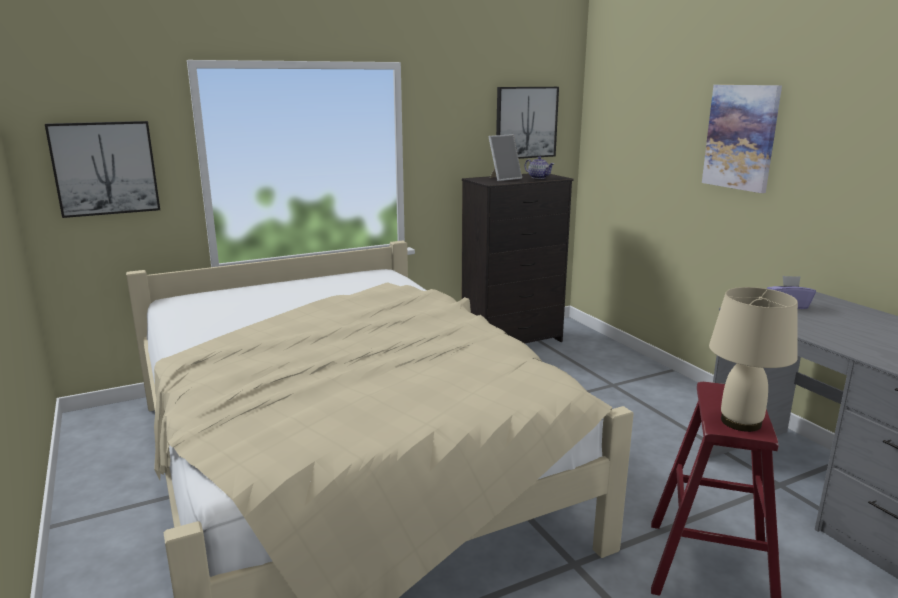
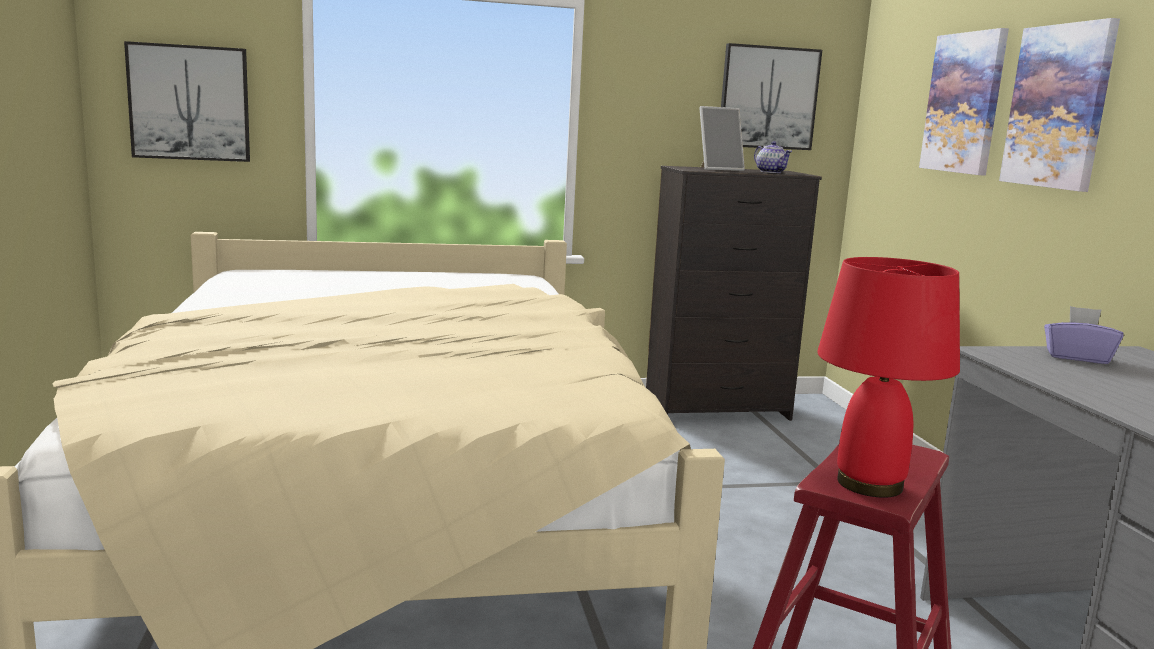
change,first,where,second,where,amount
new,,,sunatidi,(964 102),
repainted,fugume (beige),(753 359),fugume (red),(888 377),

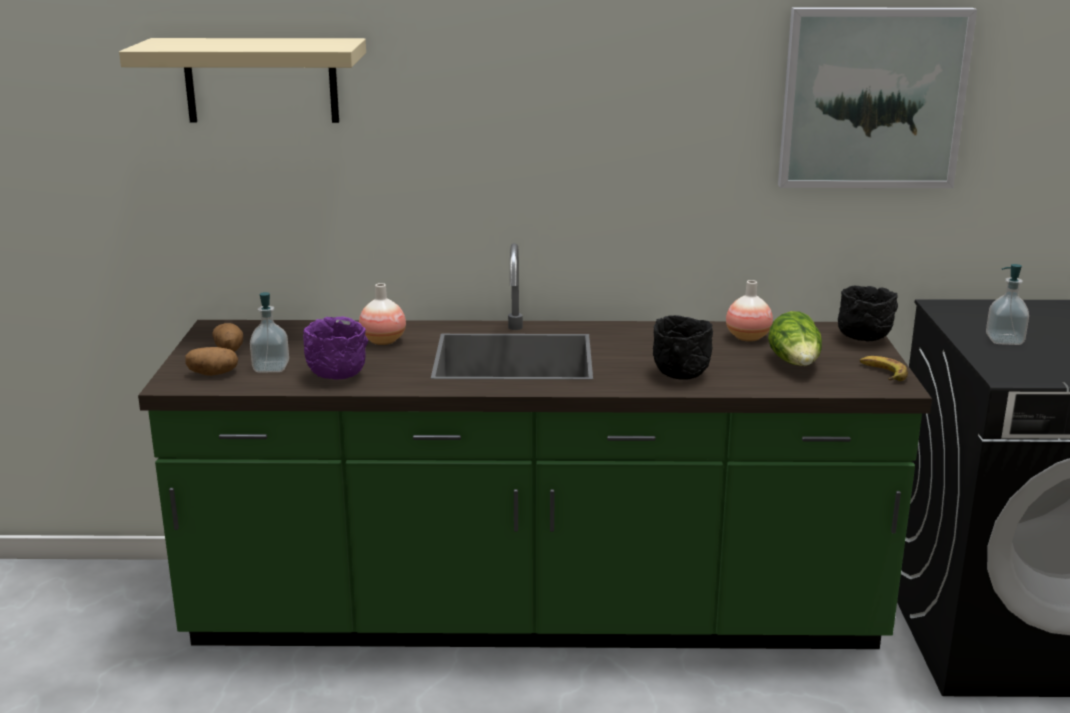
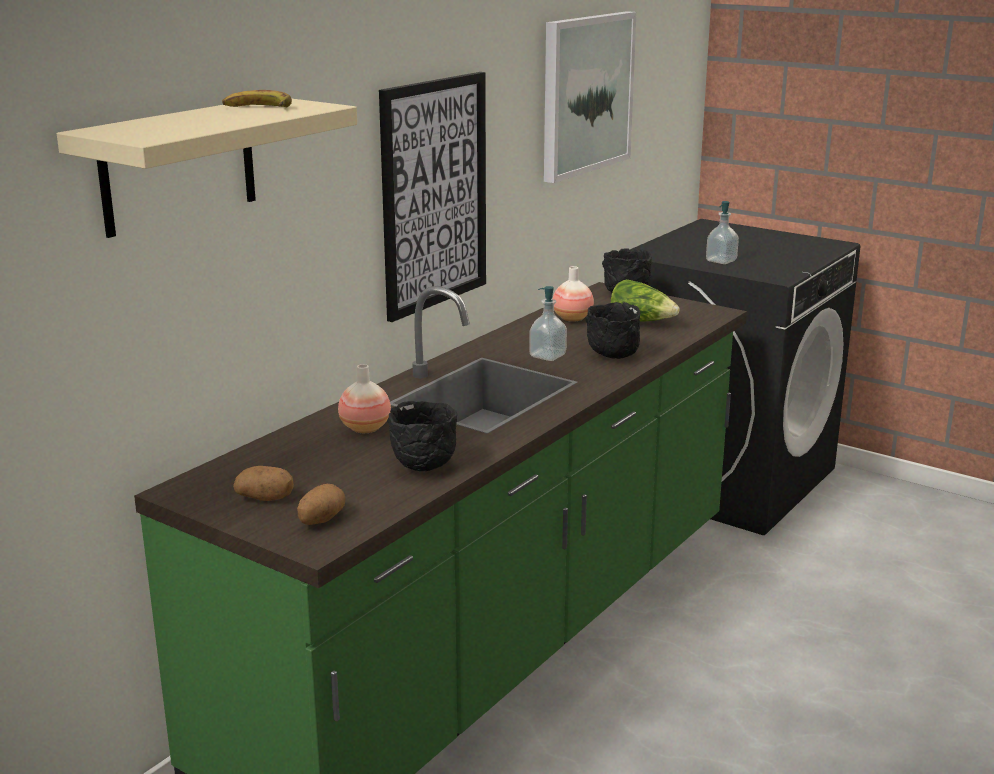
change,first,where,second,where,amount
new,,,sunatidi,(432 197),
shifted,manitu,(269 332),,(548 323),
shifted,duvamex,(884 368),,(257 98),
repainted,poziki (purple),(335 347),poziki (black),(422 436),

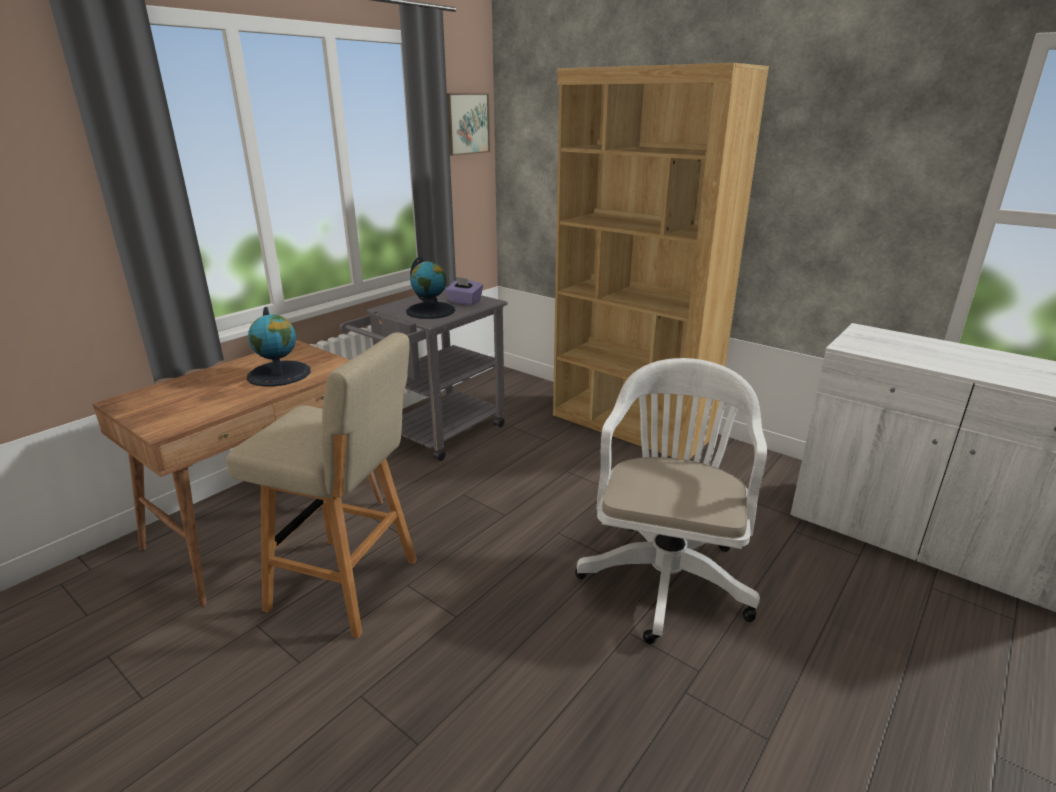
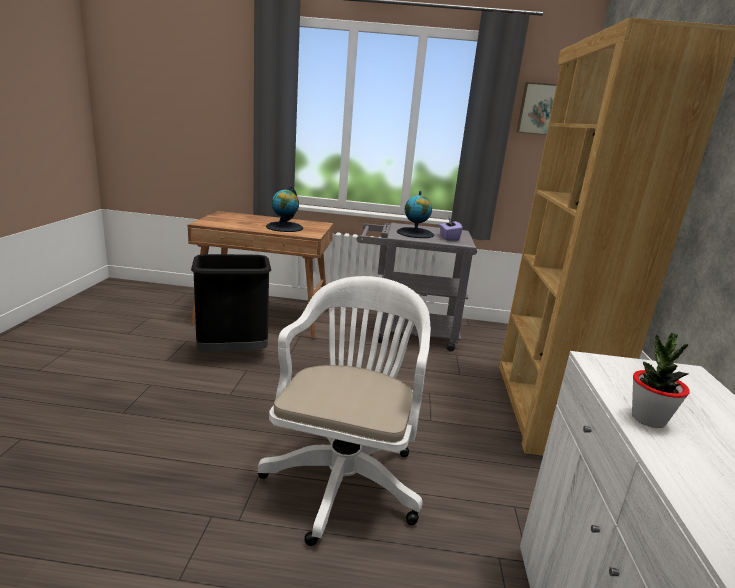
change,first,where,second,where,amount
new,,,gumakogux,(661 380),
swapped,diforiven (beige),(321 485),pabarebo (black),(231 303),
rotated,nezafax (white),(671 501),,(344 411),60 degrees counterclockwise

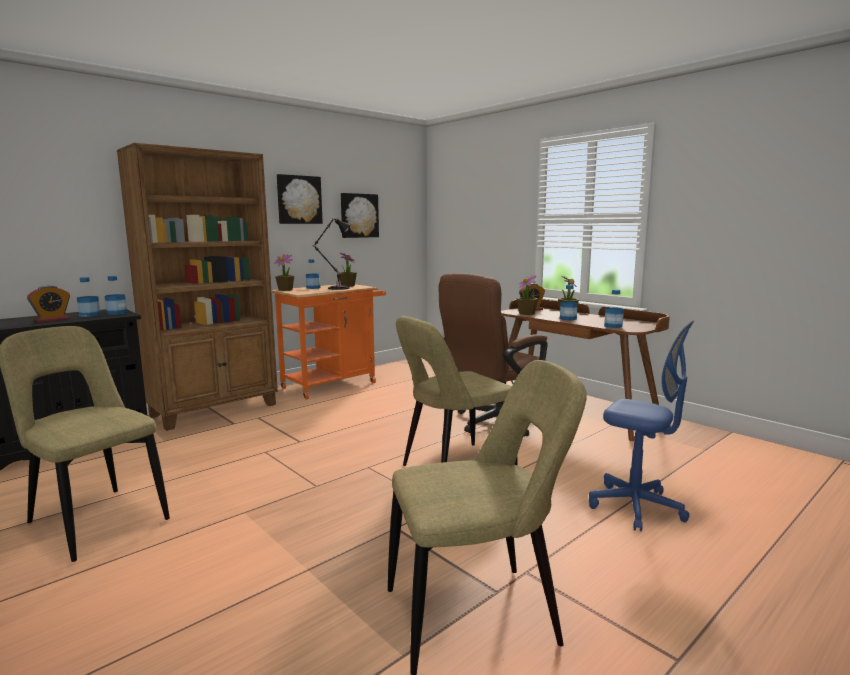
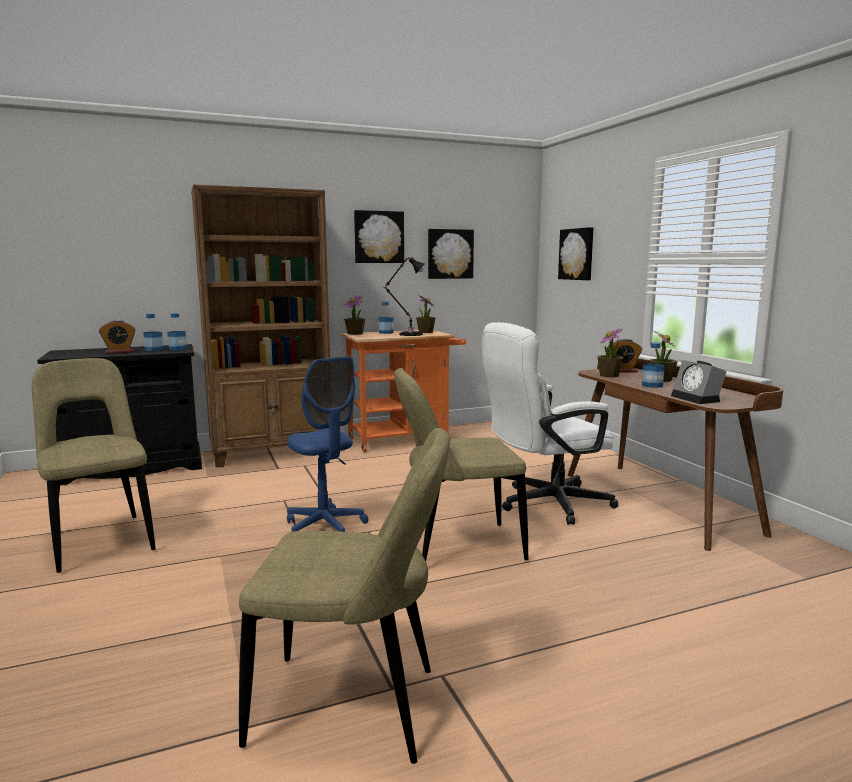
change,first,where,second,where,amount
new,,,sunatidi,(575 253),
shifted,nezafax (blue),(641 426),,(327 444),
swapped,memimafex,(614 308),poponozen,(699 382),
repainted,nezafax (brown),(493 355),nezafax (white),(550 423),

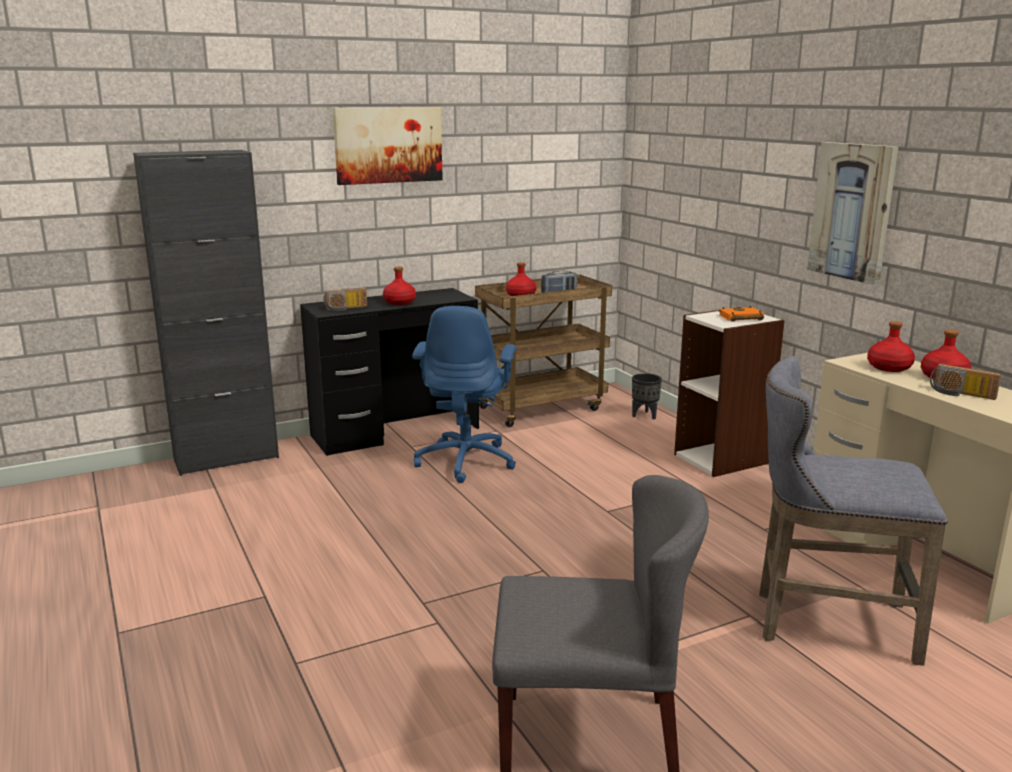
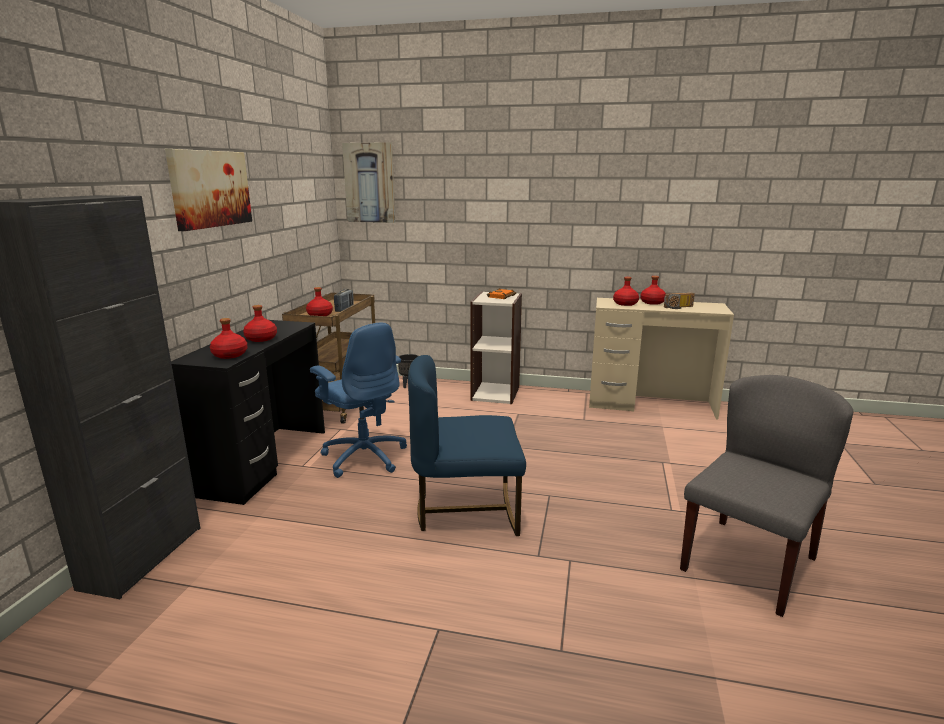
change,first,where,second,where,amount
gone,diforiven (grey),(853 511),,,
new,,,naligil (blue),(467 445),
shifted,sunatidi,(853 213),,(368 182),
swapped,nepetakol,(345 299),memimafex (red),(229 338),

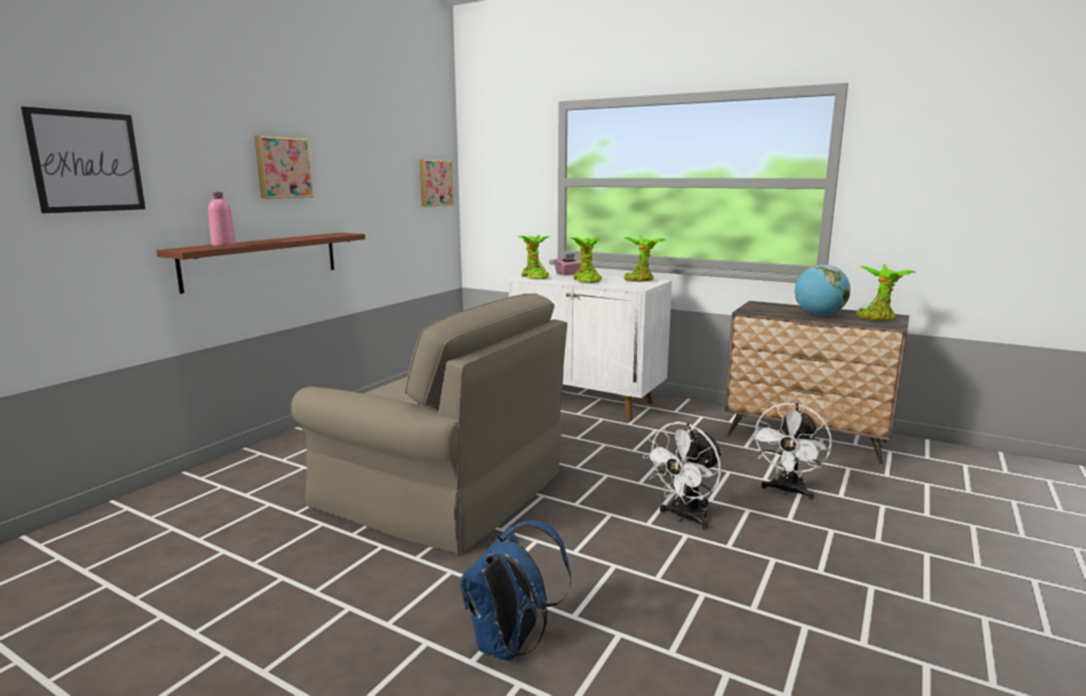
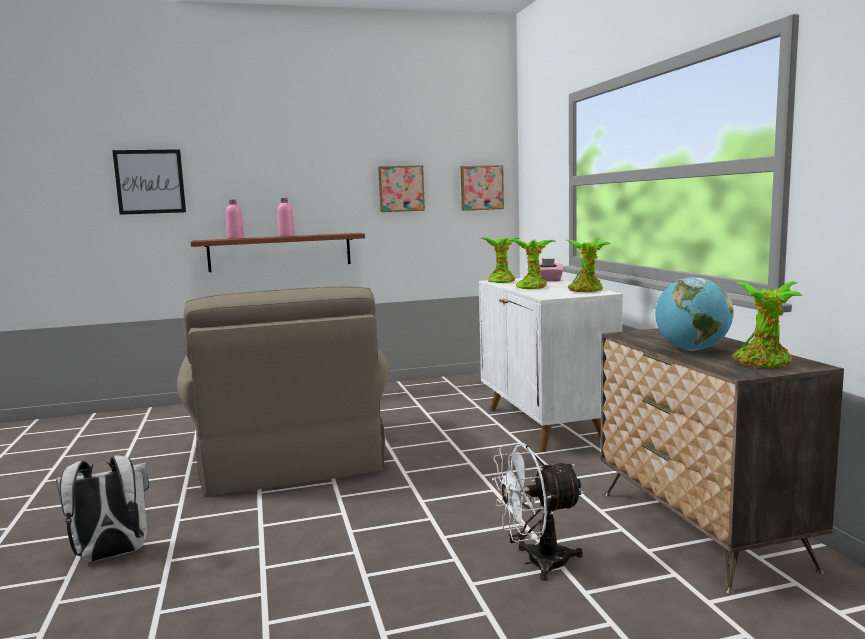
change,first,where,second,where,amount
gone,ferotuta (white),(682 476),,,
new,,,memimafex (pink),(286 217),
shifted,sunatidi,(284 167),,(401 188),
repainted,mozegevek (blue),(515 590),mozegevek (white),(102 508),

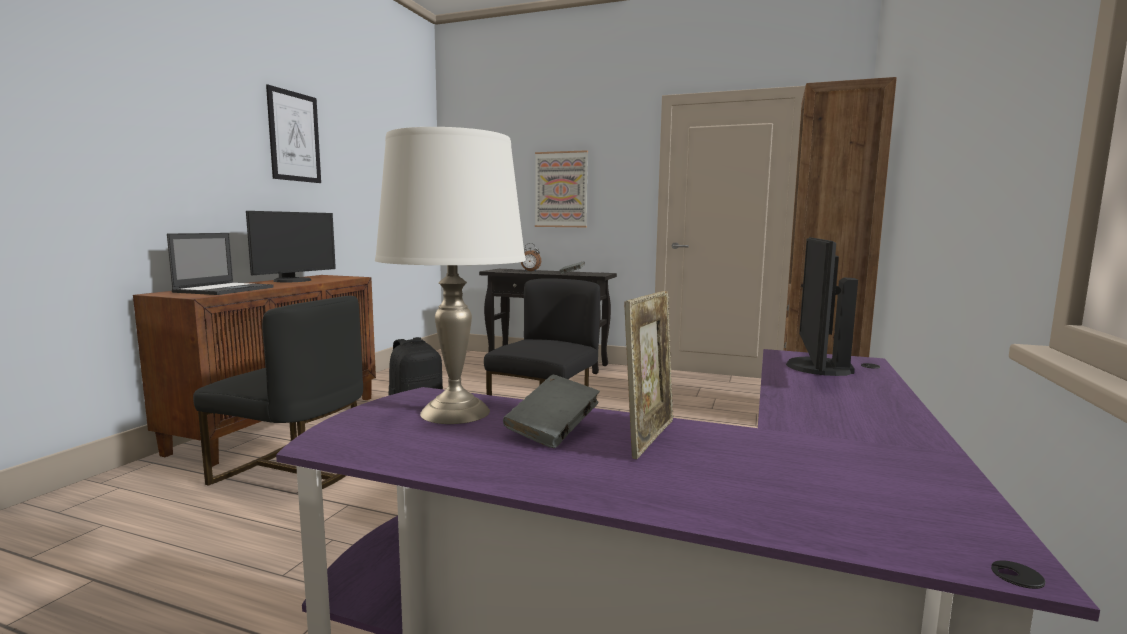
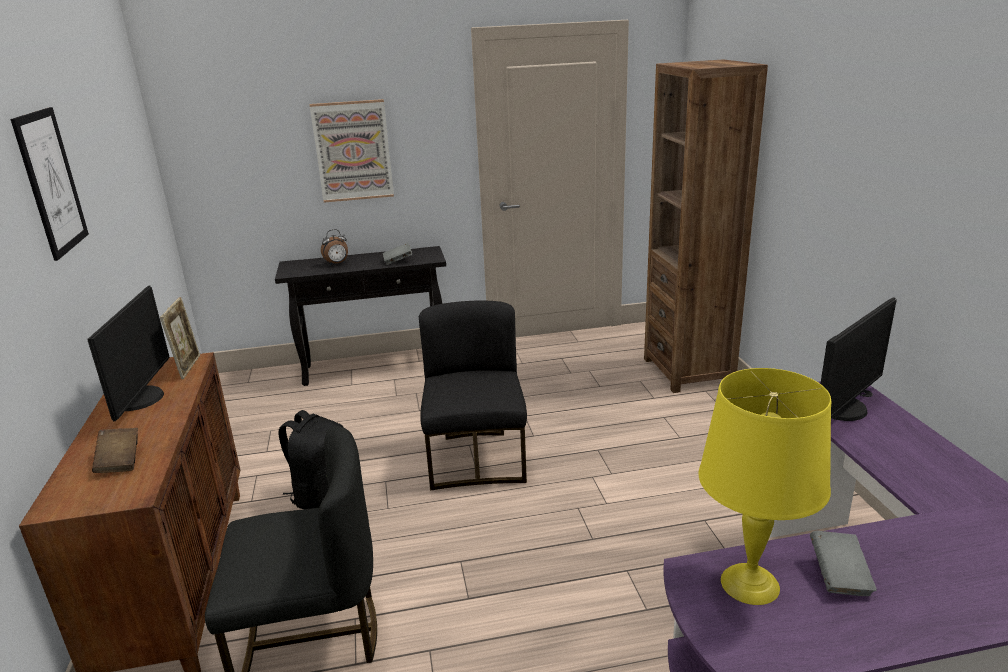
change,first,where,second,where,amount
shifted,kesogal,(649 375),,(180 338),
swapped,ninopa,(220 264),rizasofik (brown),(115 450),
repainted,fugume (white),(450 275),fugume (yellow),(764 486),
rotated,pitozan,(822 306),,(858 359),120 degrees counterclockwise

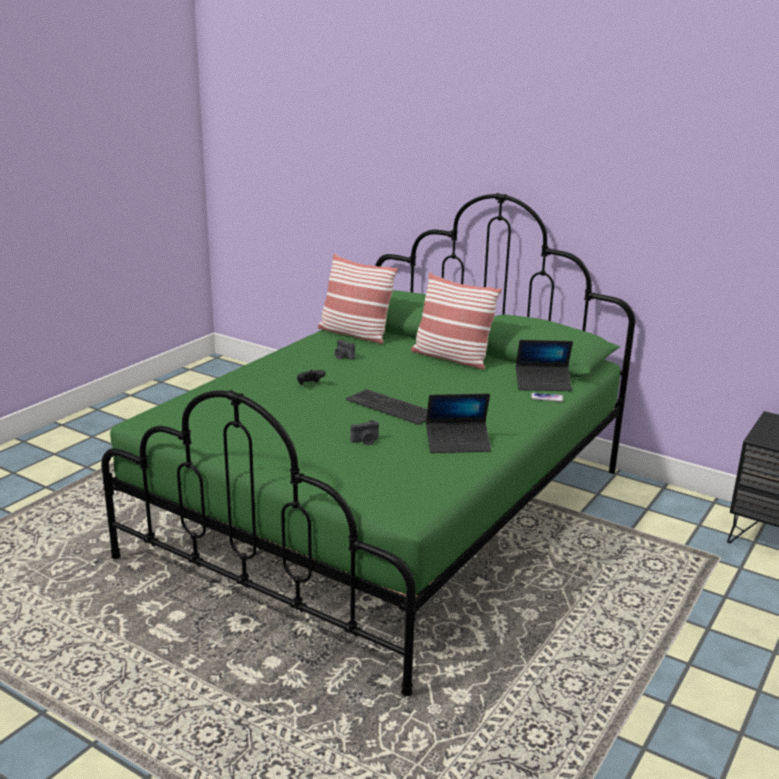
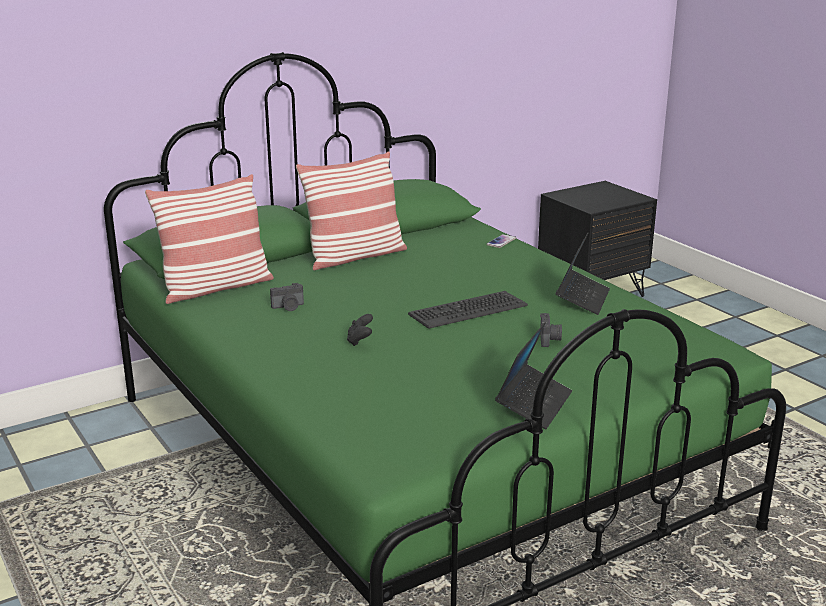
change,first,where,second,where,amount
shifted,ninopa,(544 365),,(533 375),

